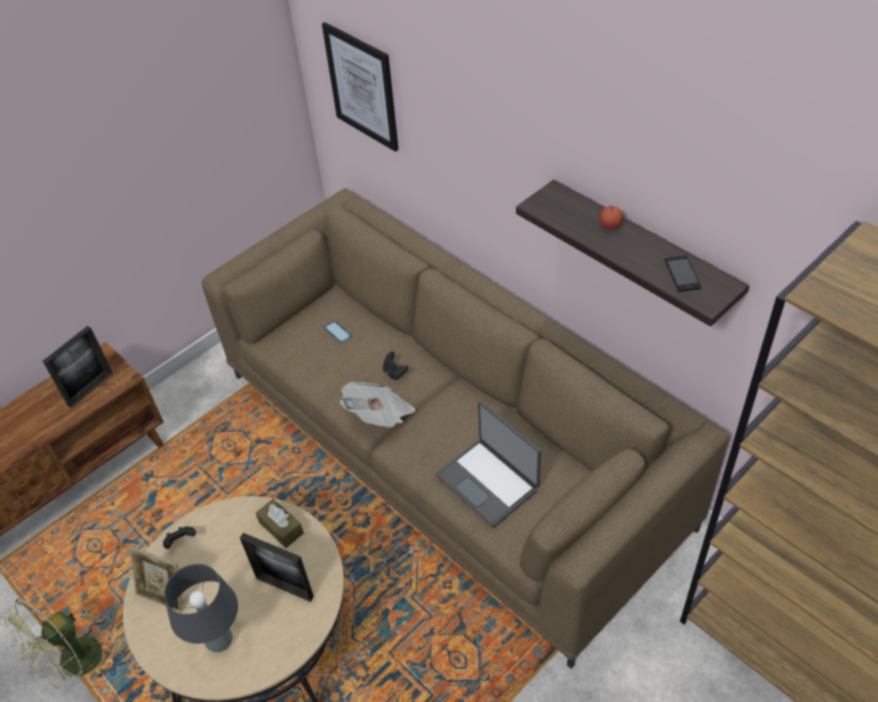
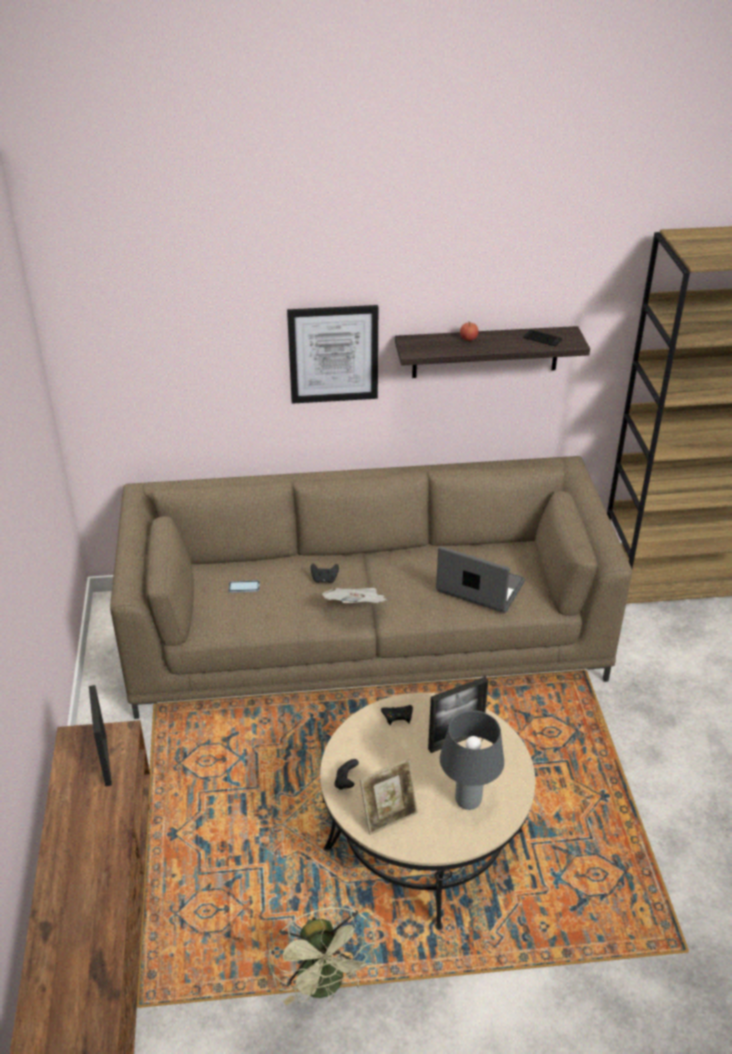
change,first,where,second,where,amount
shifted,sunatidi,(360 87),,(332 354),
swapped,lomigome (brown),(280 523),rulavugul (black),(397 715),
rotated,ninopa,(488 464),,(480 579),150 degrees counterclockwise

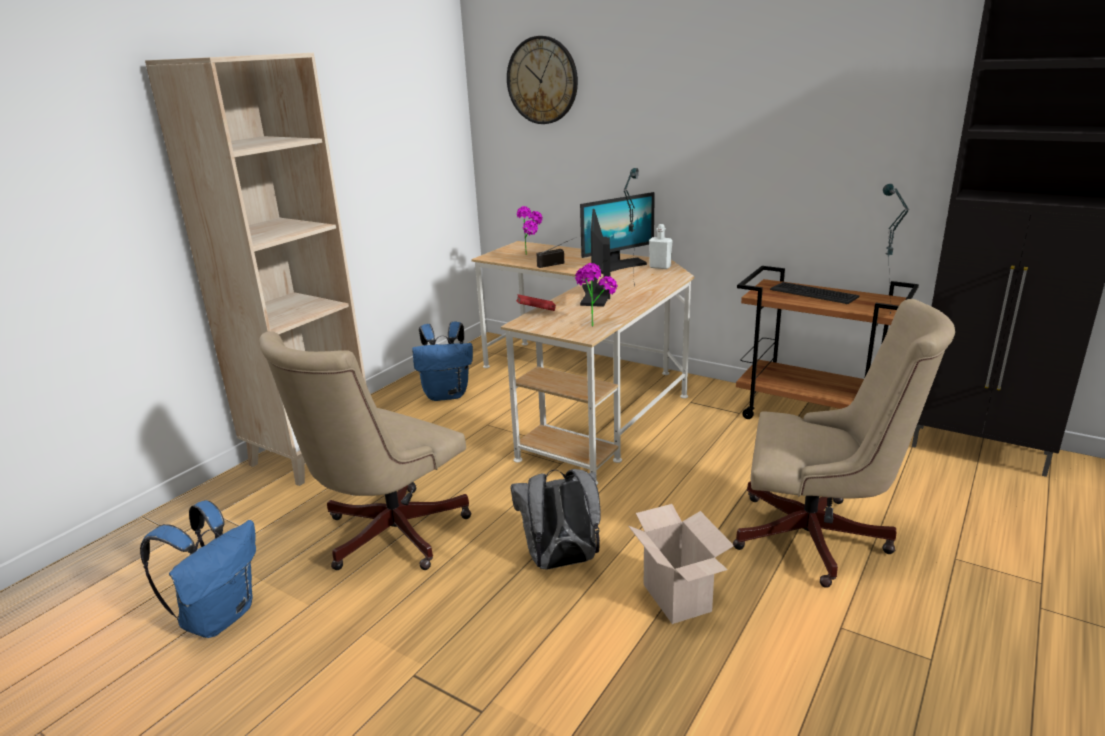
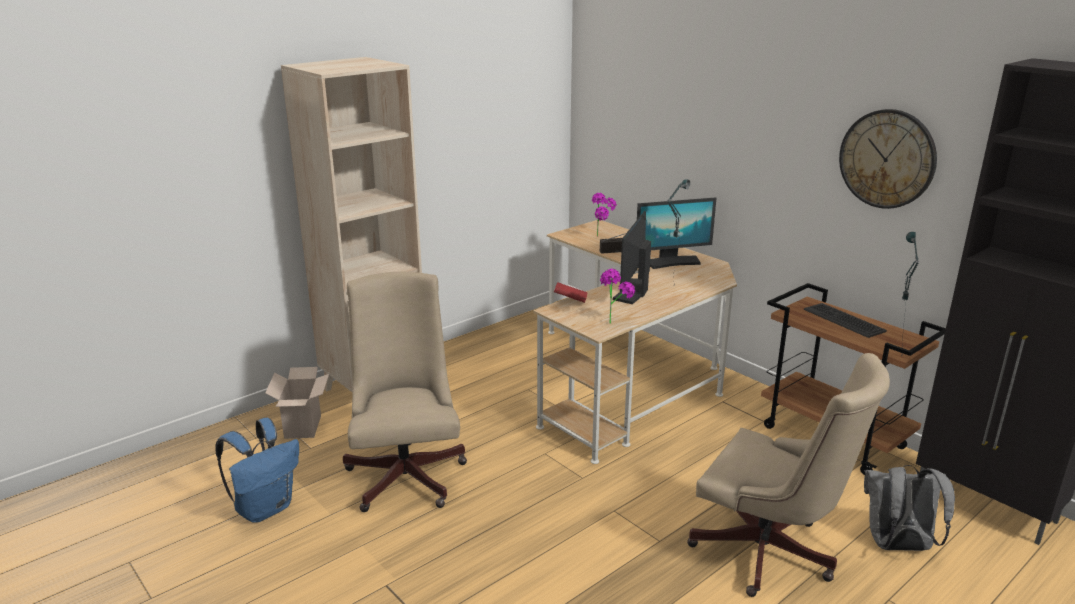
change,first,where,second,where,amount
gone,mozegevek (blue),(442 361),,,
gone,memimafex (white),(661 246),,,
shifted,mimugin,(542 80),,(888 159),
shifted,mozegevek (grey),(556 519),,(909 508),
shifted,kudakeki,(681 564),,(297 403),
rotated,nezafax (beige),(365 450),,(405 392),120 degrees clockwise

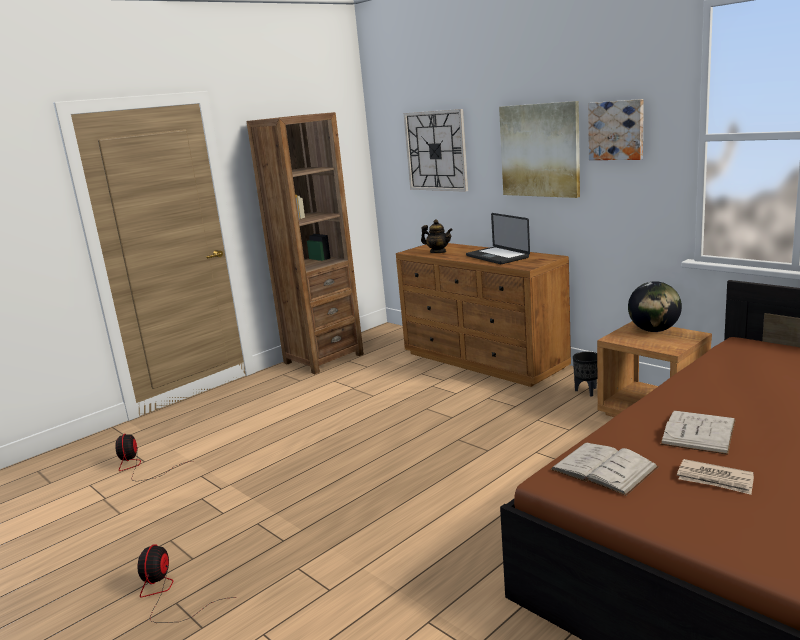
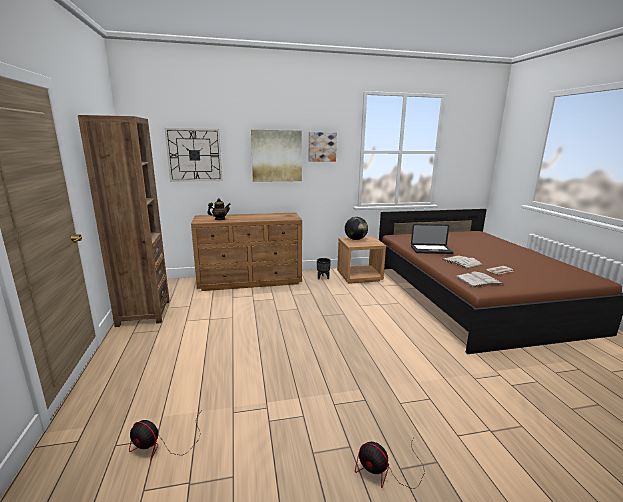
change,first,where,second,where,amount
shifted,ninopa,(498 238),,(432 239),

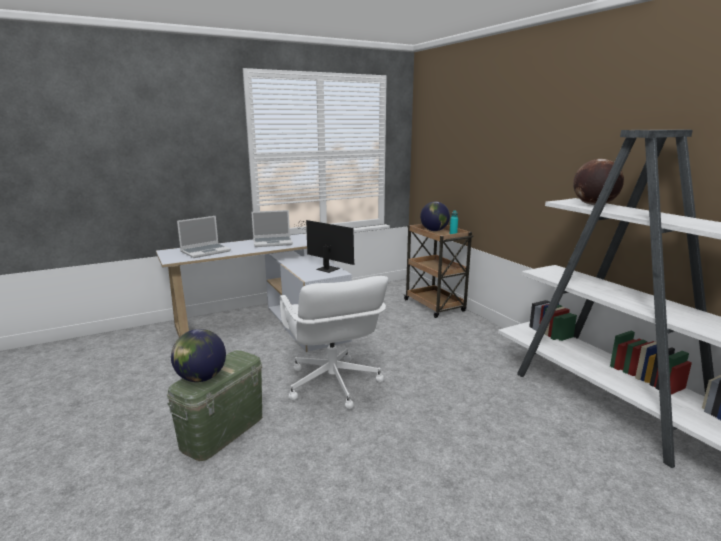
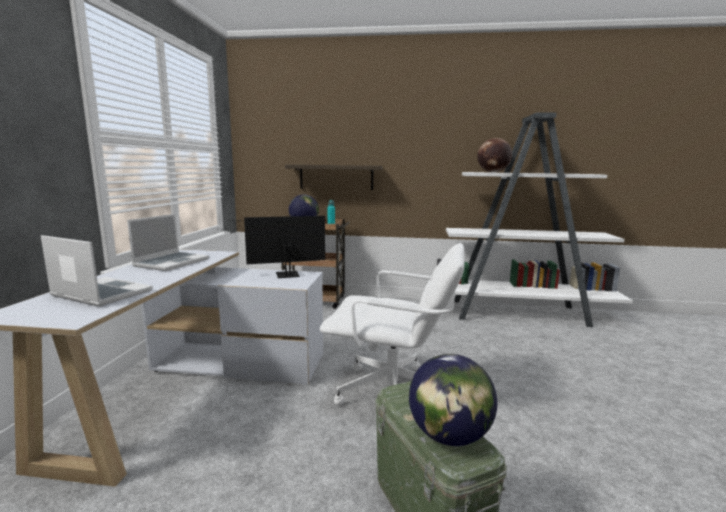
change,first,where,second,where,amount
new,,,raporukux,(334 177),
rotated,ninopa,(204 237),,(97 271),60 degrees counterclockwise

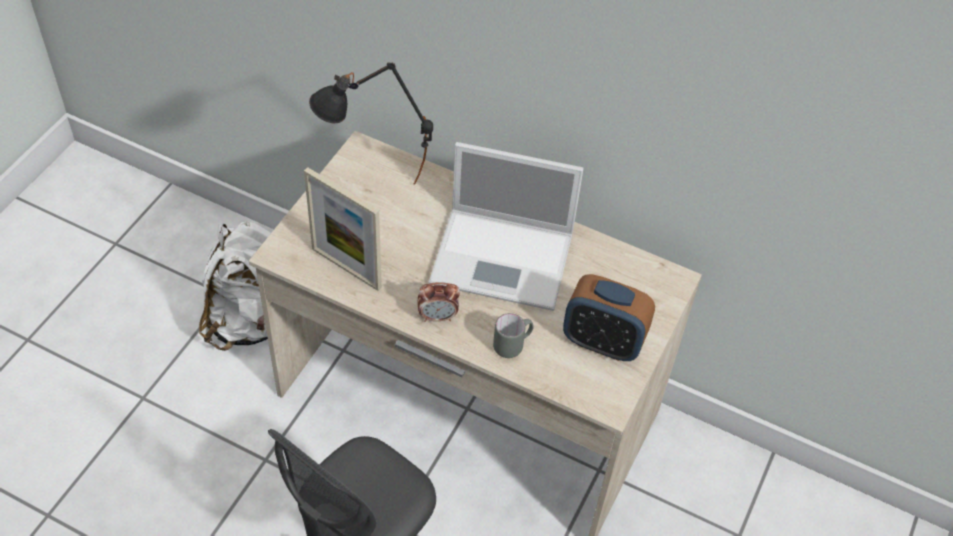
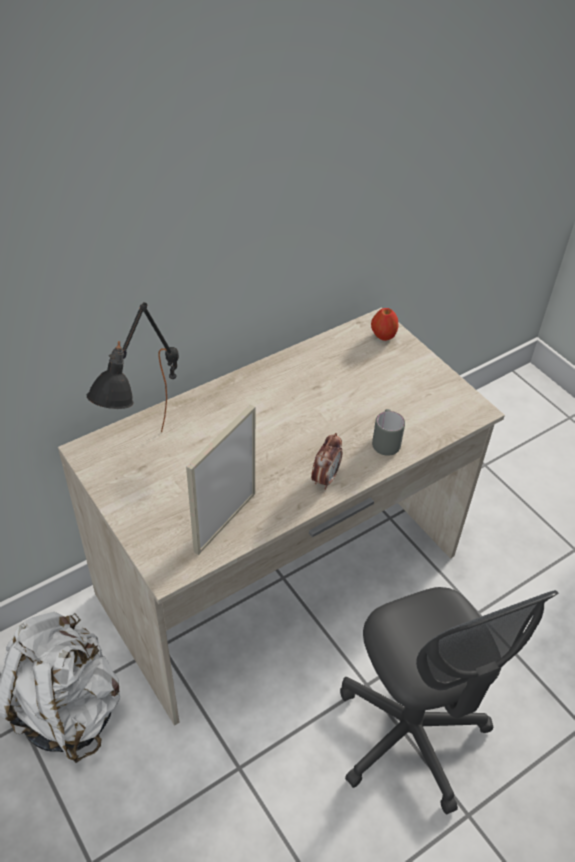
change,first,where,second,where,amount
gone,ninopa,(506 226),,,
gone,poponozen,(609 317),,,
new,,,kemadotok,(384 324),
rotated,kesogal,(343 229),,(220 479),150 degrees clockwise

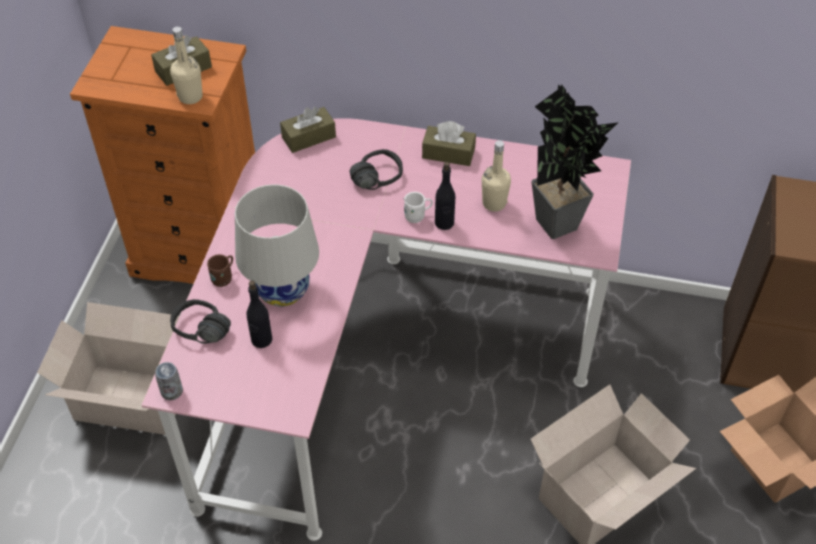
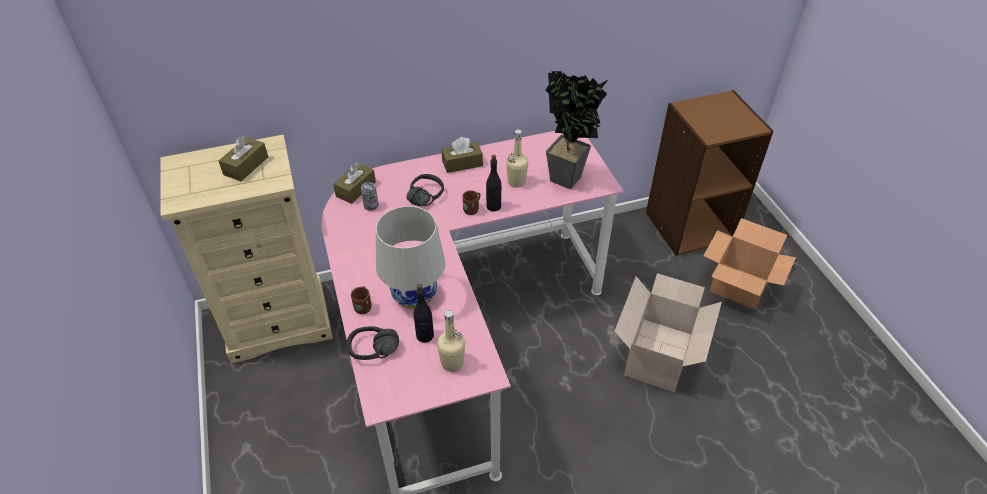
change,first,where,second,where,amount
gone,kudakeki,(108 368),,,
shifted,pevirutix,(169 381),,(370 196),
shifted,memimafex (beige),(186 65),,(451 341),
repainted,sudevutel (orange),(162 155),sudevutel (beige),(246 249),
repainted,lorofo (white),(418 207),lorofo (brown),(471 202),

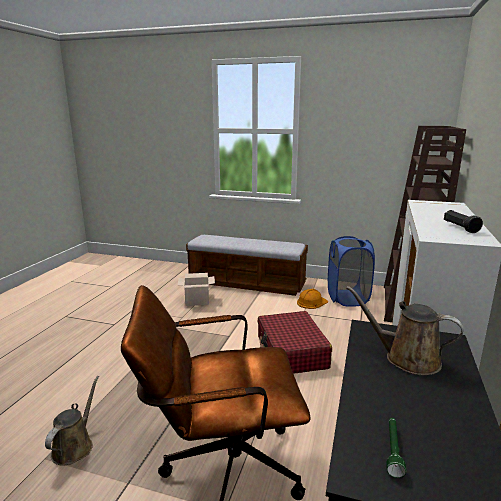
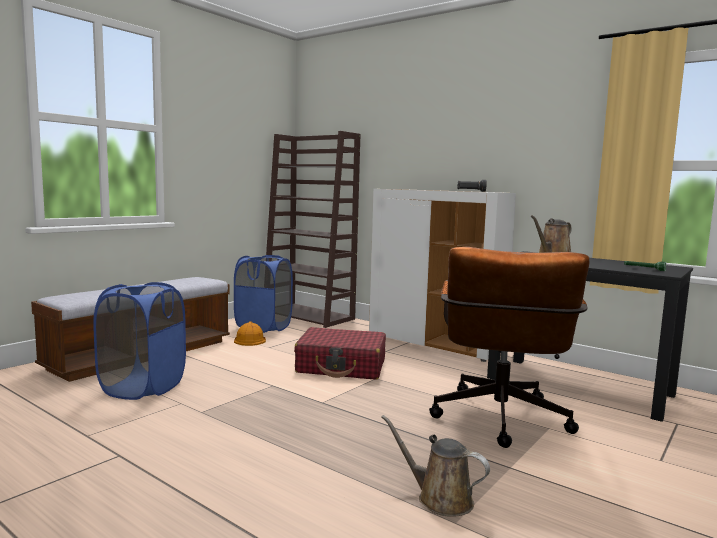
change,first,where,second,where,amount
swapped,kudakeki,(196 289),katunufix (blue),(139 341),

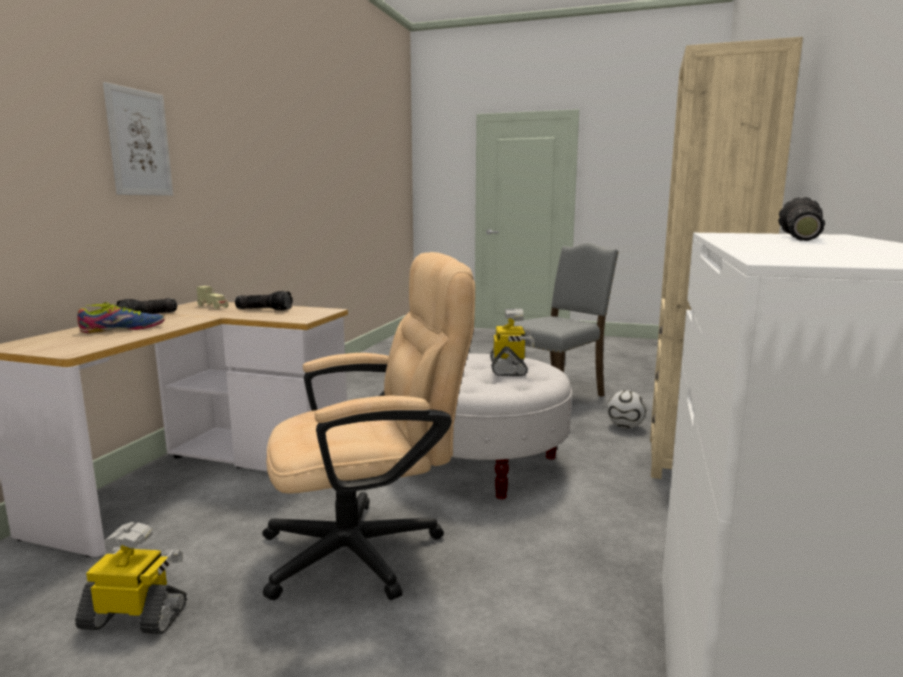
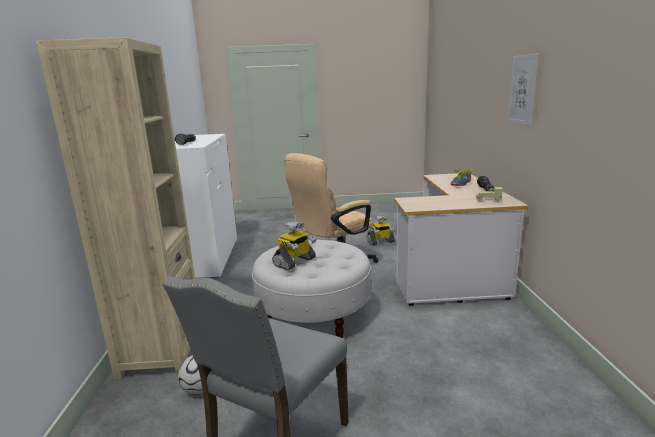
change,first,where,second,where,amount
gone,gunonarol,(264 301),,,
rotated,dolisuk,(512 342),,(294 245),120 degrees counterclockwise

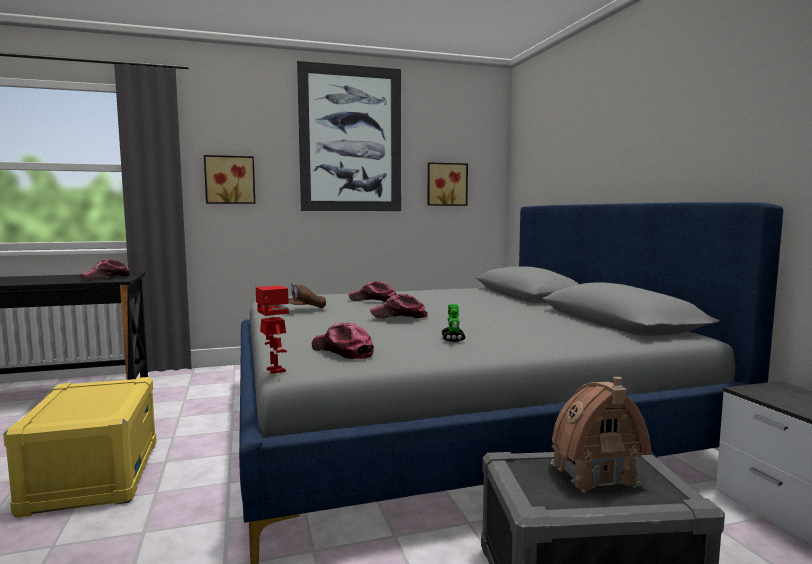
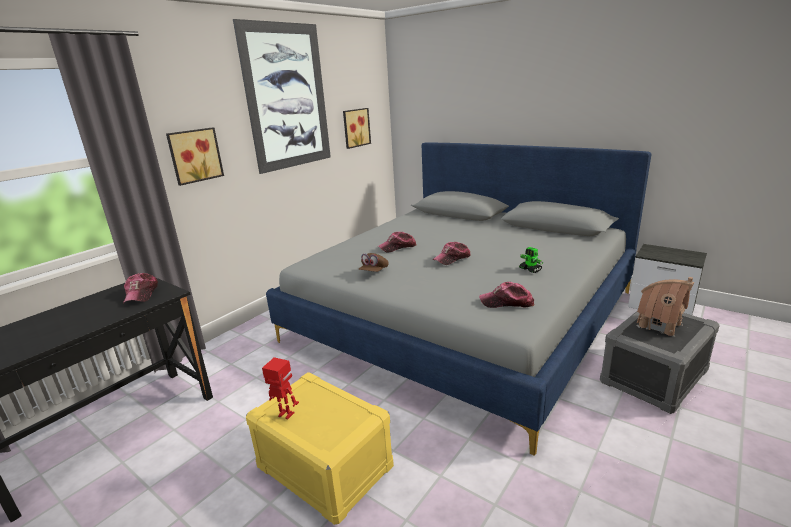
change,first,where,second,where,amount
shifted,dolisuk,(272 329),,(280 388),

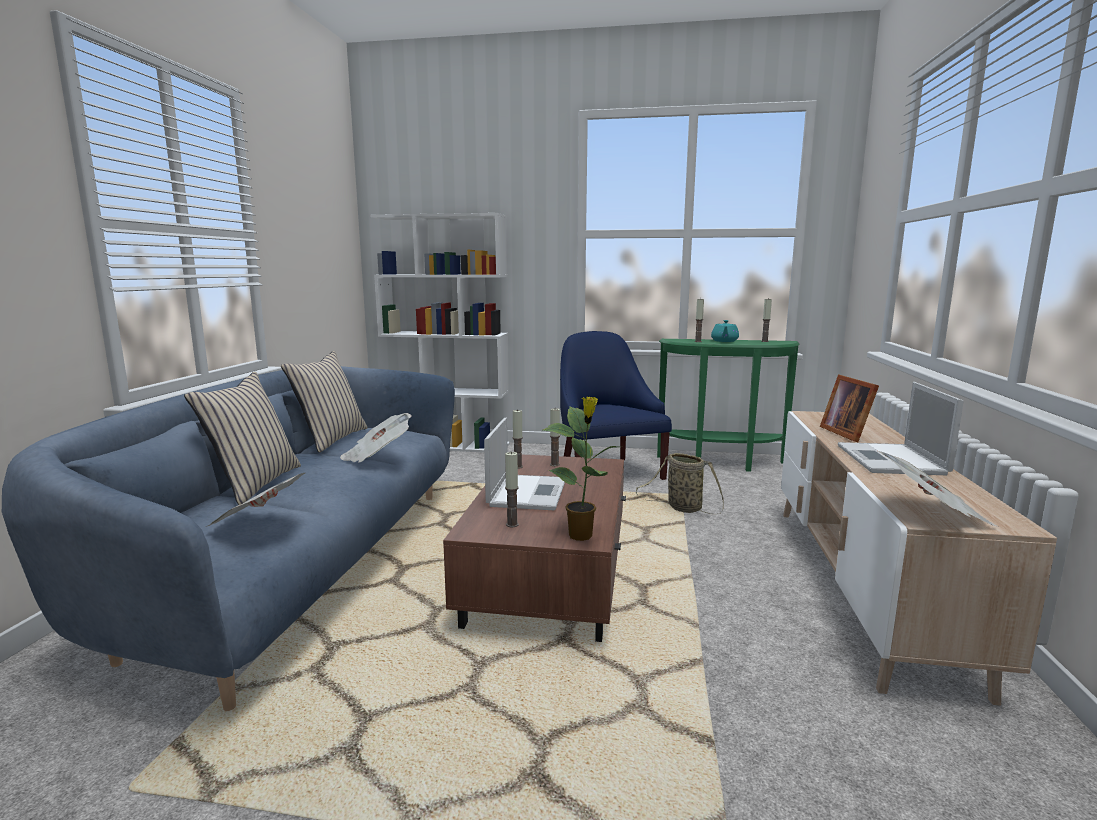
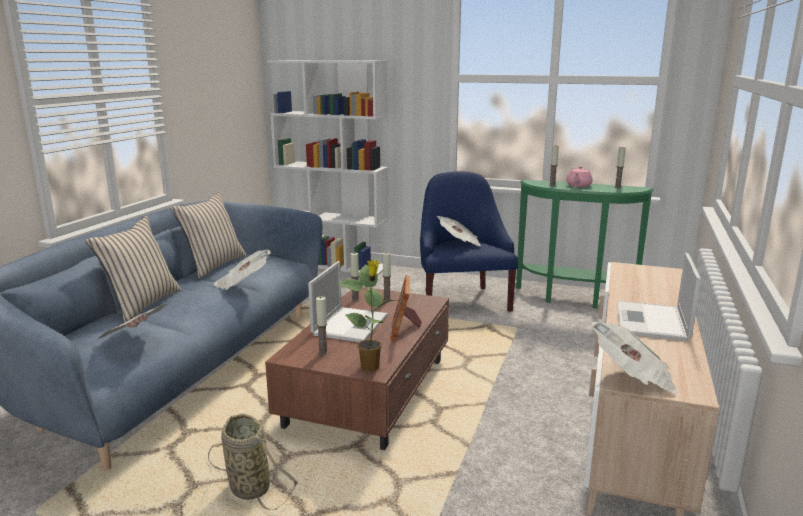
change,first,where,second,where,amount
new,,,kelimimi,(459 231),
shifted,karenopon,(680 483),,(253 461),
shifted,kesogal,(849 408),,(406 308),
repainted,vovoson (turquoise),(725 331),vovoson (pink),(579 176),

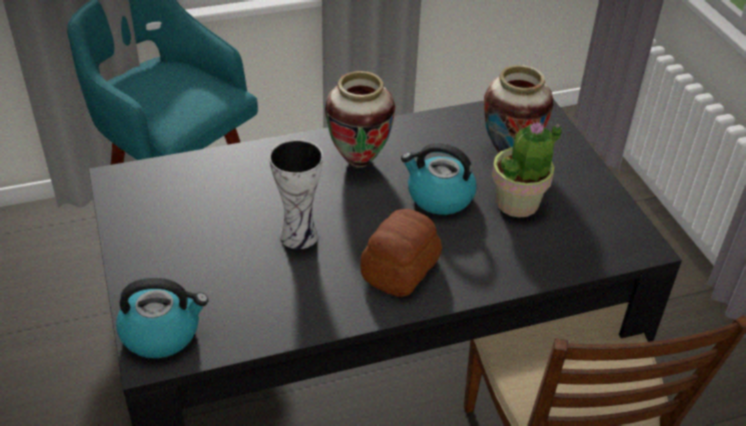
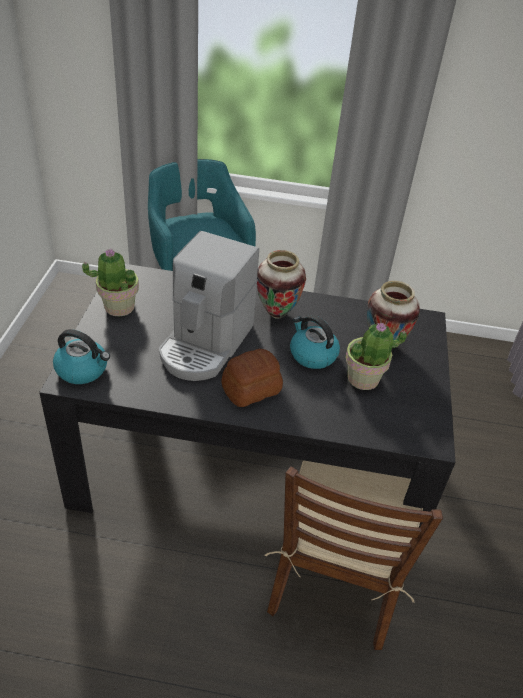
change,first,where,second,where,amount
new,,,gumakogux,(110 282),
swapped,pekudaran,(296 194),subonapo,(209 306),

